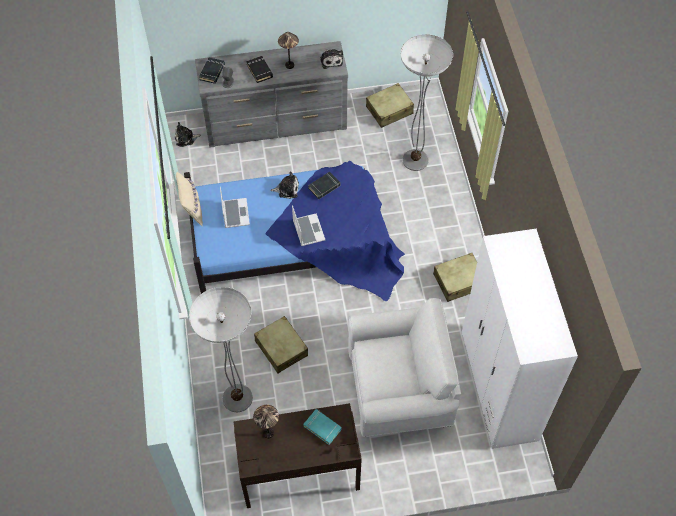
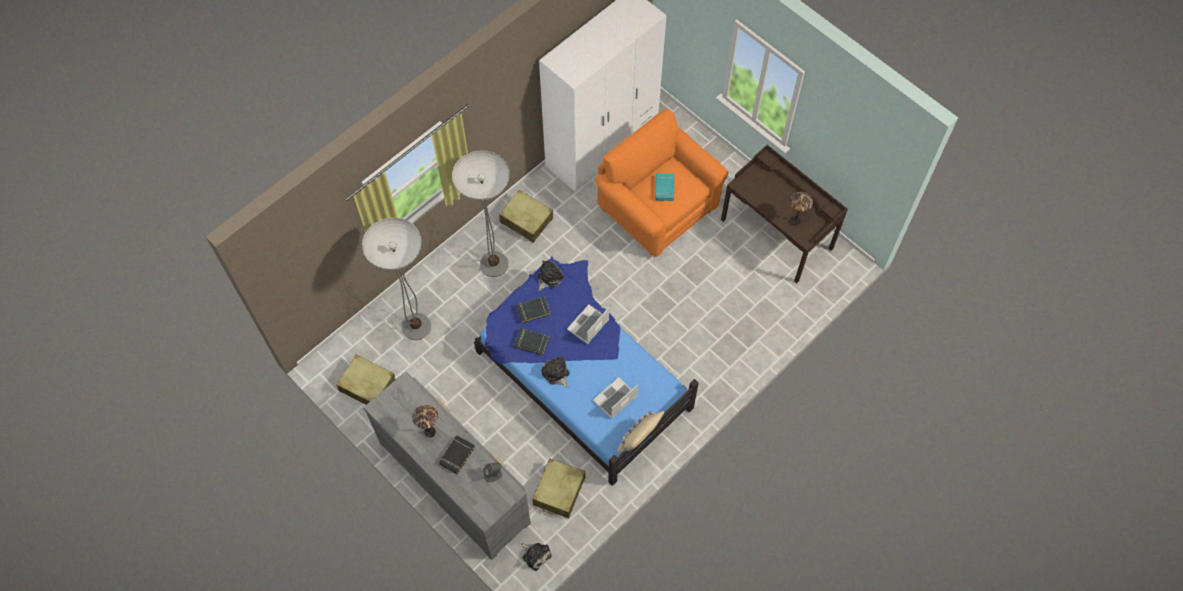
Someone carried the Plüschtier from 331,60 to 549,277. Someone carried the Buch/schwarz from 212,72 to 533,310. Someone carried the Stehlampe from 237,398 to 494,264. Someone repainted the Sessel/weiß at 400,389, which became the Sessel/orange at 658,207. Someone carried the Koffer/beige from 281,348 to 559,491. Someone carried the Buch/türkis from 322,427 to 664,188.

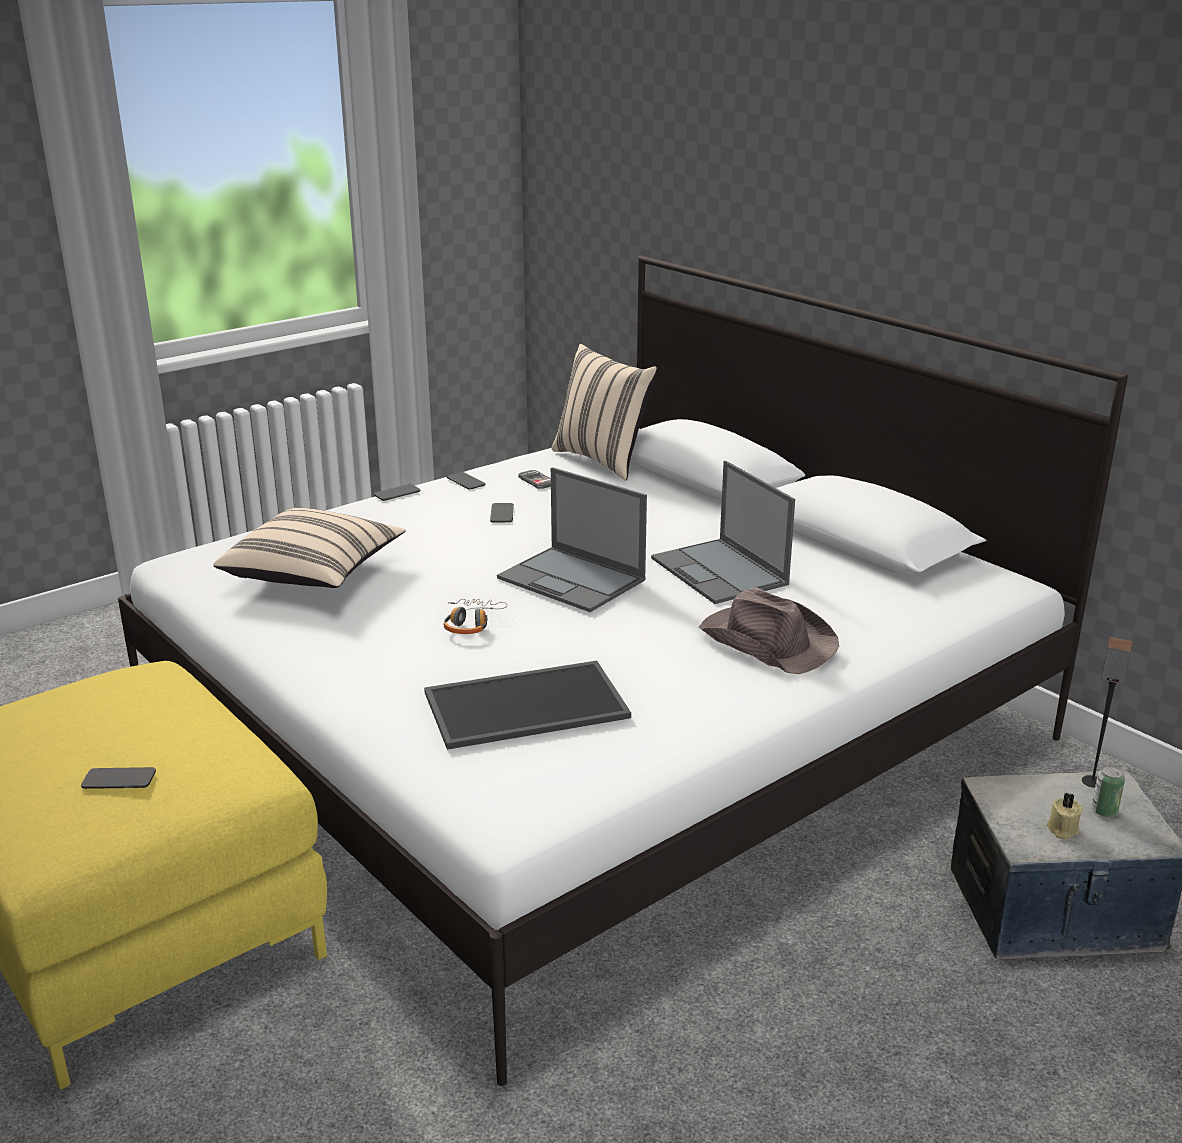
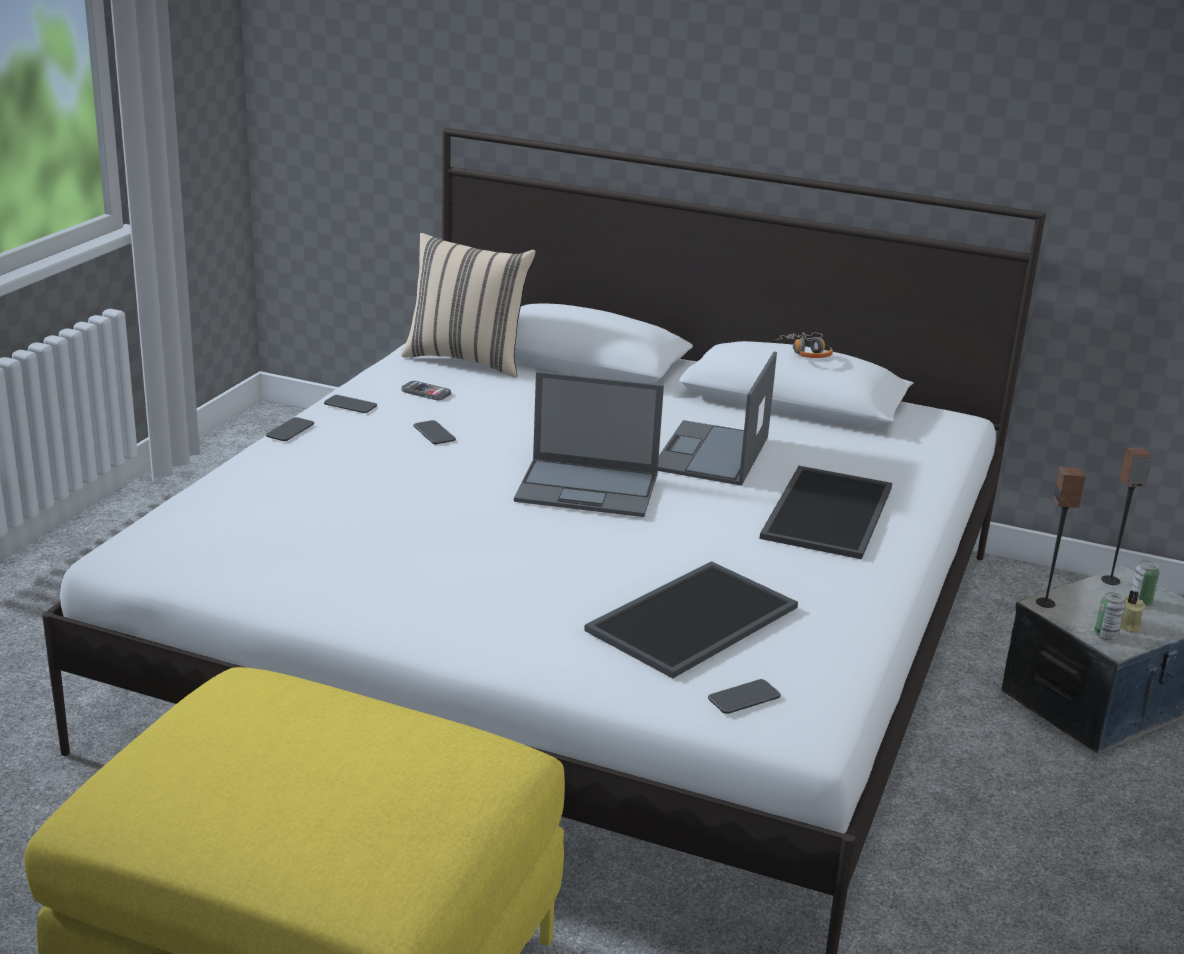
Someone rotated the Laptop at 720,572 by 75 degrees clockwise. Someone took away the Kissen/beige at 314,574. Someone swapped the Hut/braun at 766,641 for the Tablett at 825,511. Someone carried the Kopfhörer from 471,623 to 806,352. Someone carried the Handy from 119,779 to 744,698. Someone put down the Lautsprecher at 1046,603. Someone put down the Dose at 1105,635.

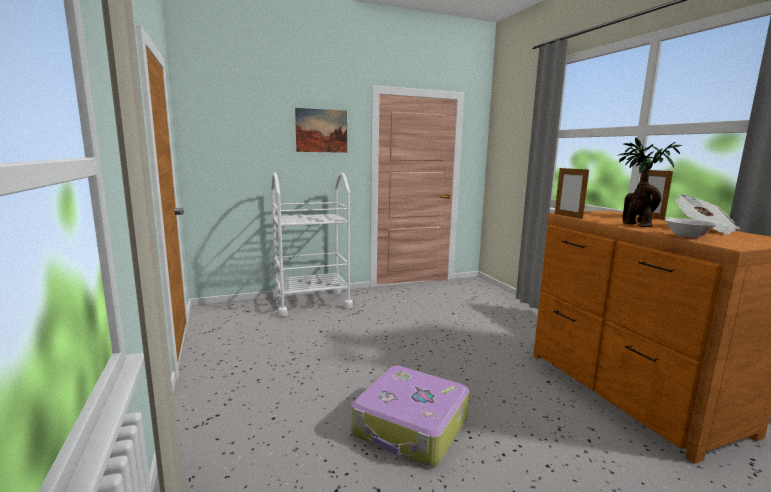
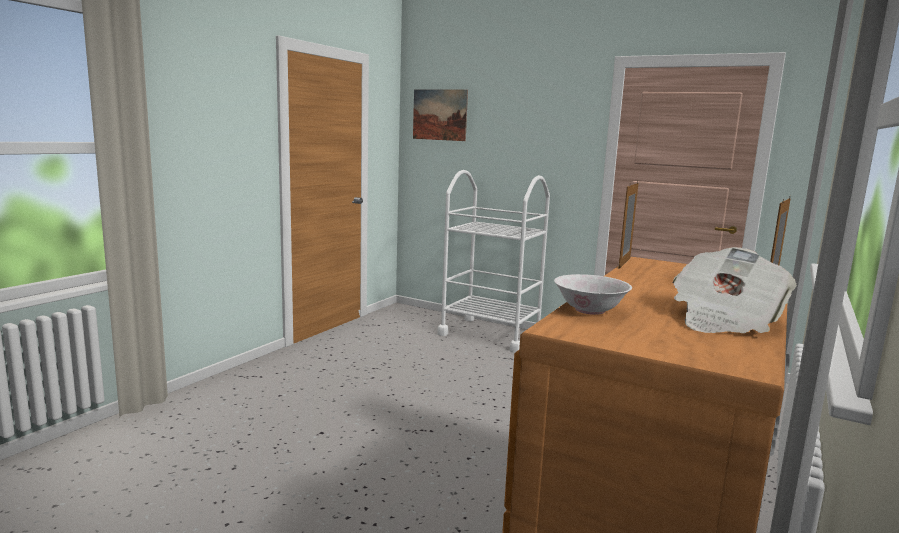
Someone carried the Bild from 321,131 to 439,115. Someone took away the Topfpflanze at 635,225. Someone took away the Koffer at 411,426.

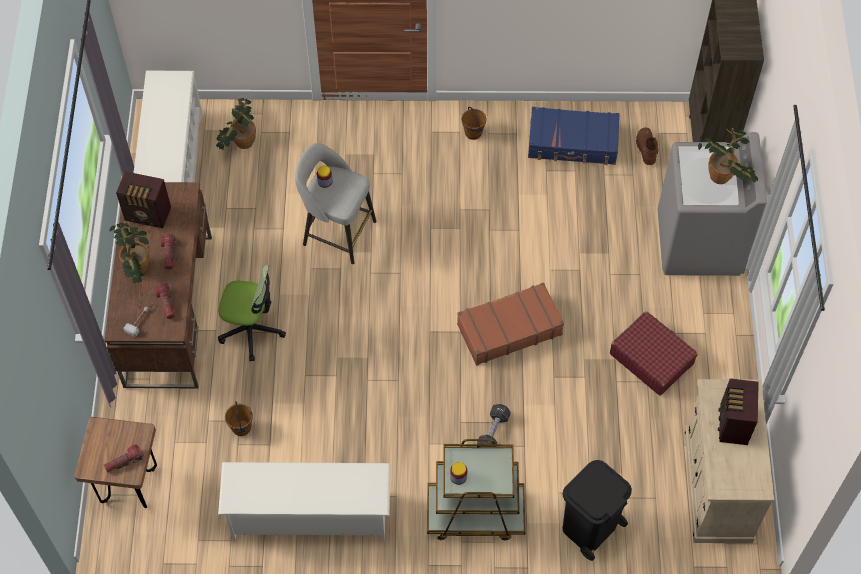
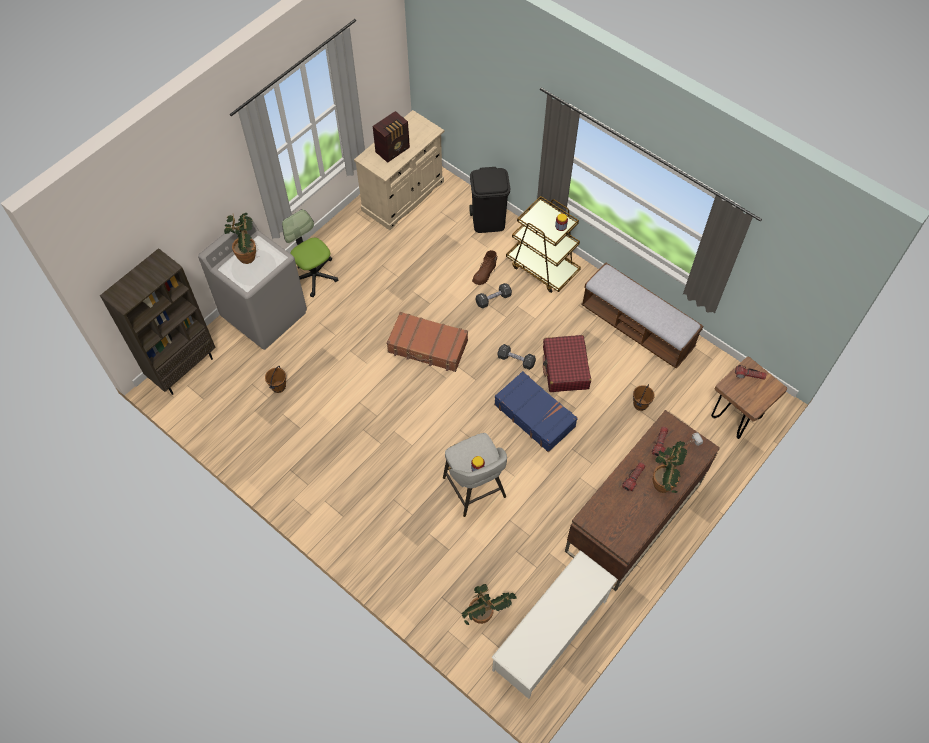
Someone carried the Eimer/braun from 473,133 to 278,386. Someone carried the Koffer/blau from 573,143 to 535,415. Someone carried the Stiefel/braun from 645,149 to 485,274. Someone took away the Radio at 148,215. Someone carried the Bürostuhl from 251,330 to 314,276. Someone carried the Koffer/rot from 651,358 to 565,368. Someone swapped the Schuhregal/weiß at 309,516 for the Bank at 637,328. Someone put down the Hantel/schwarz at 516,360.

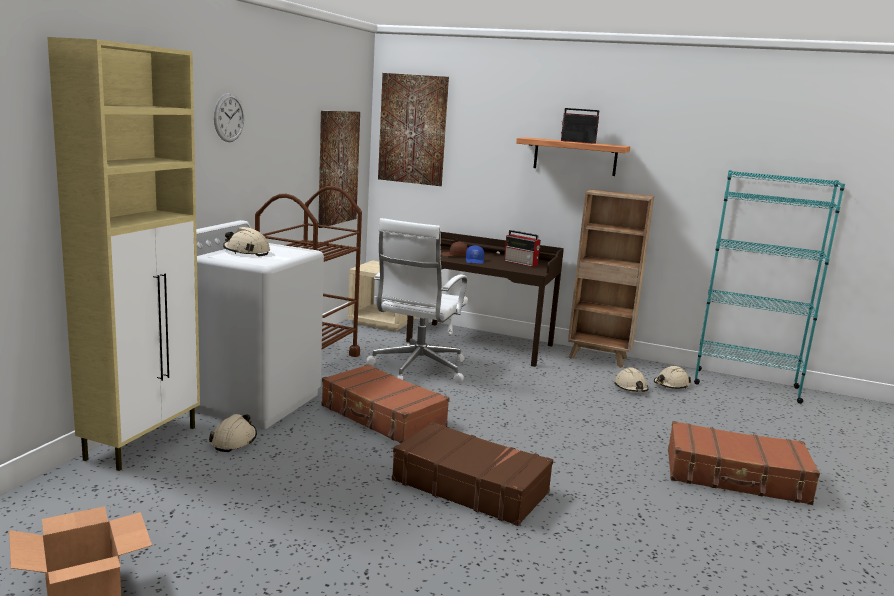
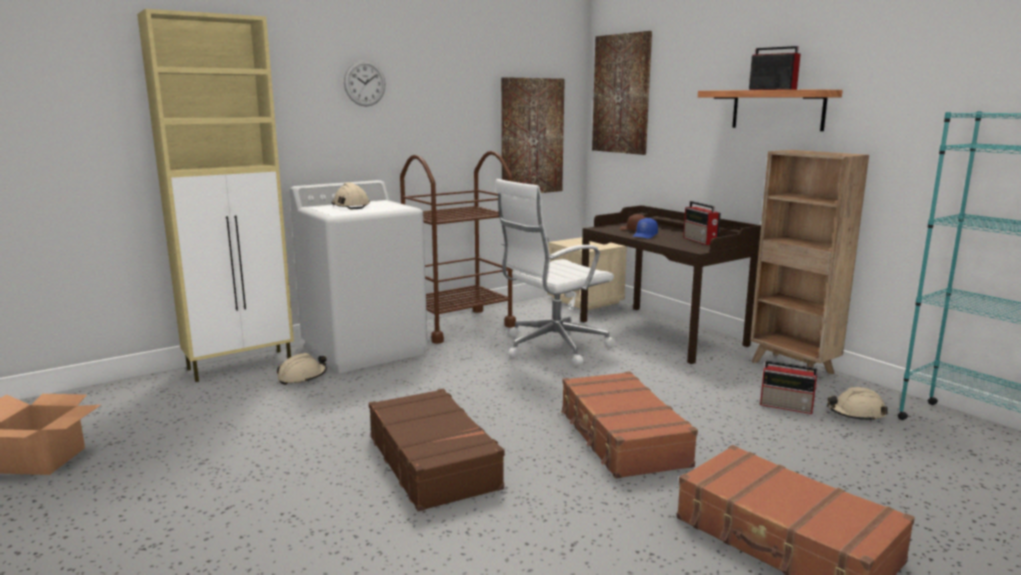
Someone carried the Koffer/braun from 382,416 to 621,438. Someone swapped the Schutzhelm/beige at 631,388 for the Radio at 787,406.

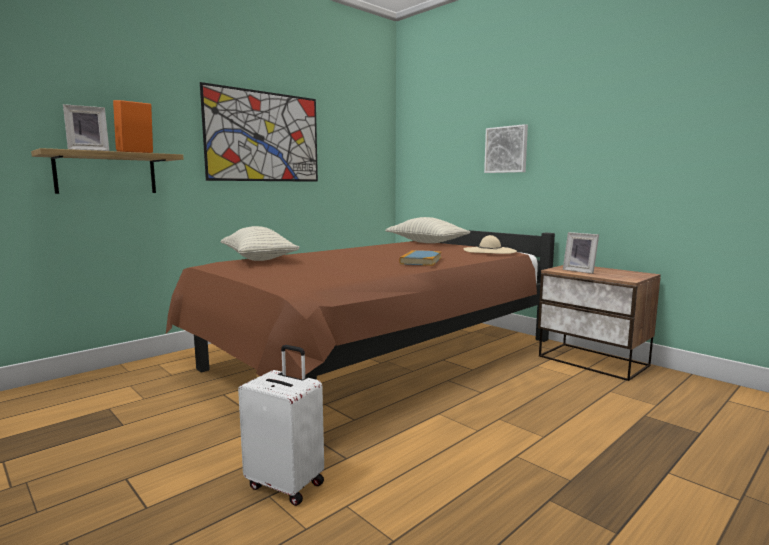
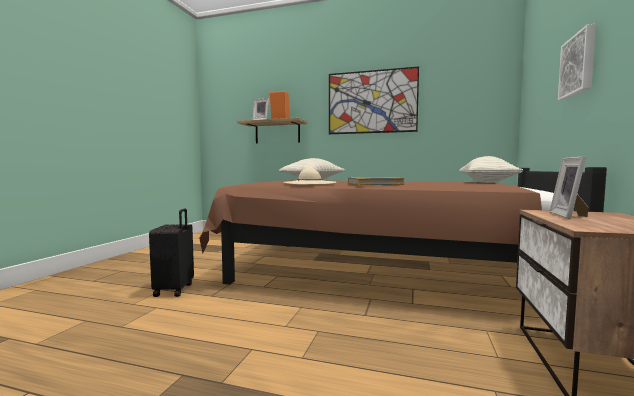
Someone carried the Hut/beige from 489,250 to 309,183. Someone repainted the Koffer/weiß at 286,484, which became the Koffer/schwarz at 175,290.

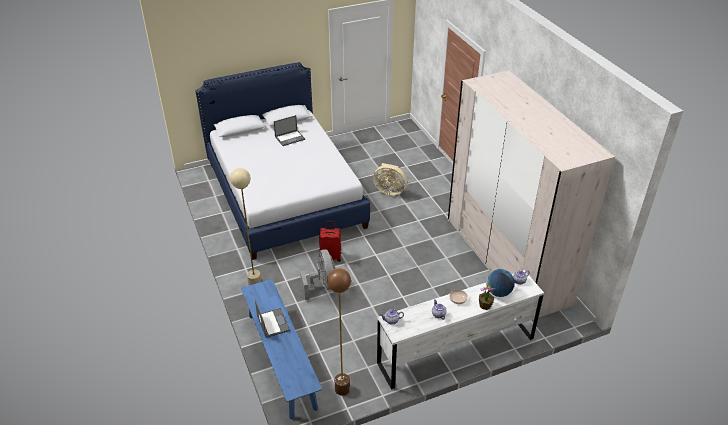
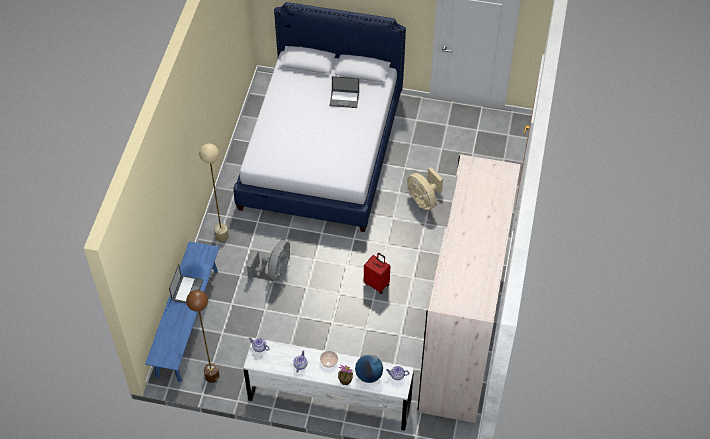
Someone carried the Koffer/rot from 331,256 to 377,284.

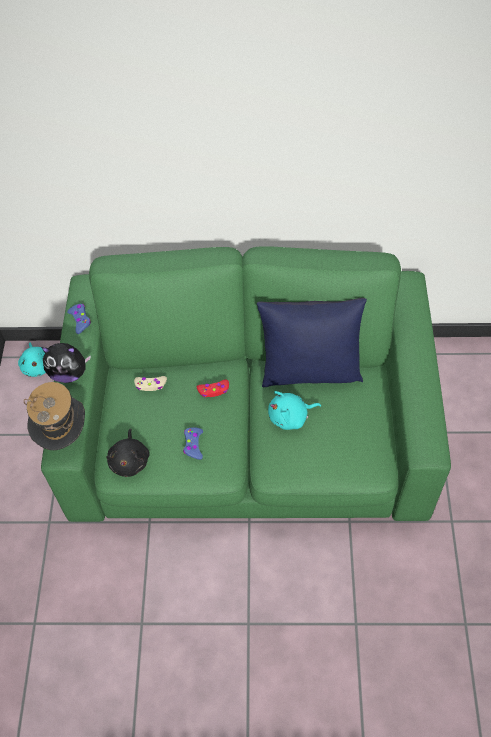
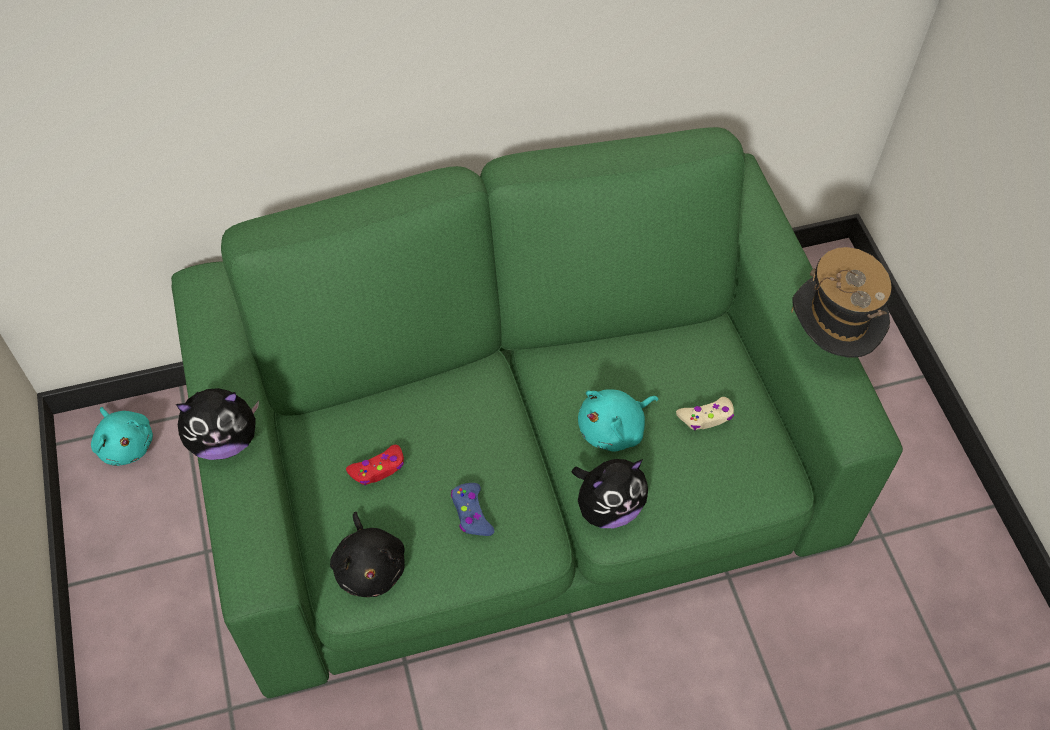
Someone took away the Kissen/blau at 309,371. Someone took away the Gamepad/blau at 80,320. Someone carried the Gamepad/beige from 150,385 to 706,417. Someone carried the Gamepad/rot from 214,390 to 378,469. Someone carried the Hut from 64,436 to 828,343. Someone put down the Plüschtier at 608,507.

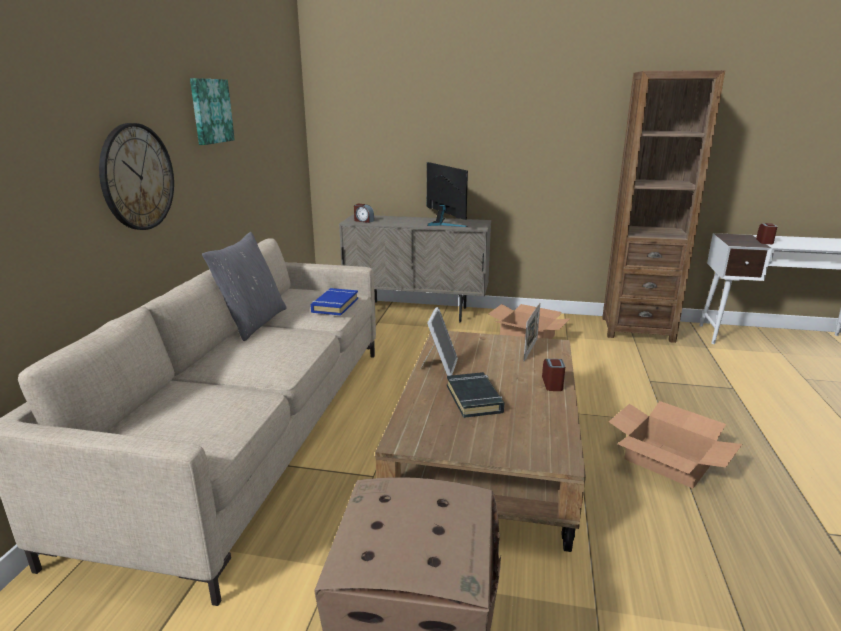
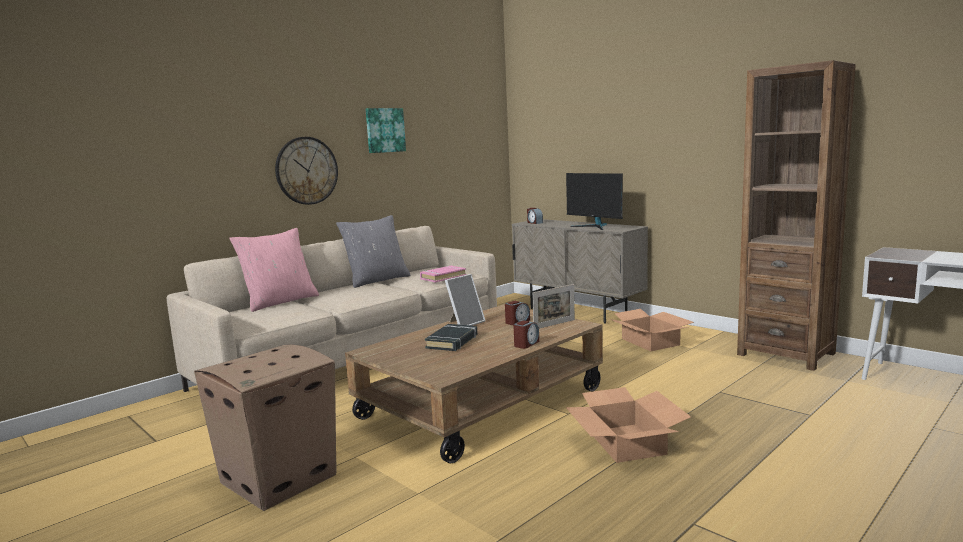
Someone rotated the Monitor at 443,223 by 135 degrees clockwise. Someone carried the Wecker from 765,241 to 517,322. Someone repainted the Buch/blau at 335,305, which became the Buch/rosa at 443,277. Someone put down the Kissen/rosa at 280,302.

